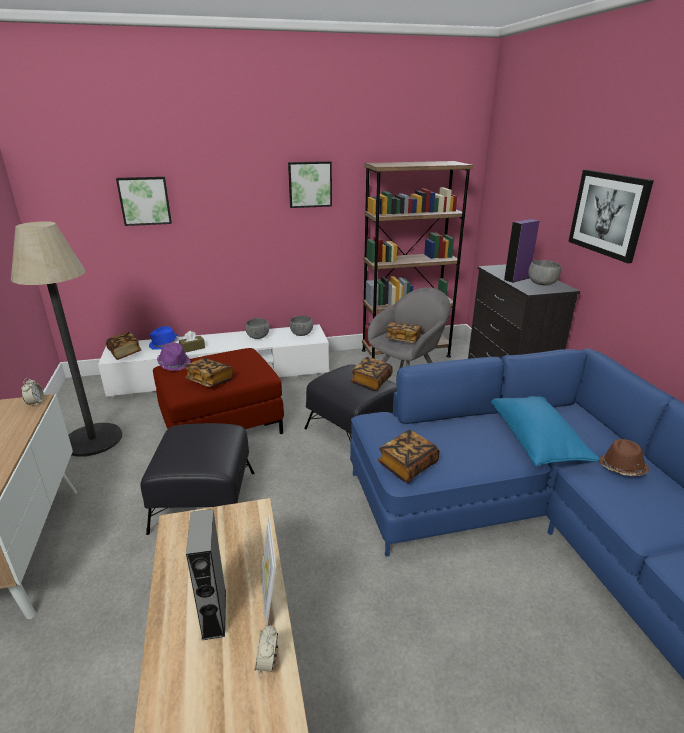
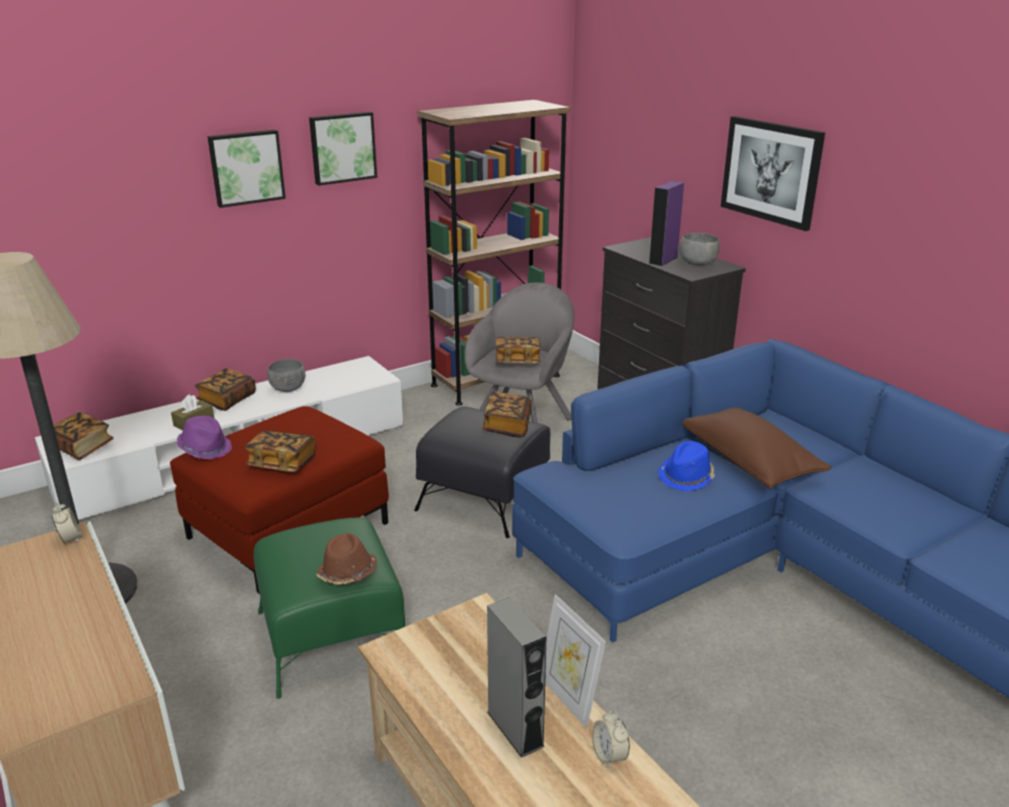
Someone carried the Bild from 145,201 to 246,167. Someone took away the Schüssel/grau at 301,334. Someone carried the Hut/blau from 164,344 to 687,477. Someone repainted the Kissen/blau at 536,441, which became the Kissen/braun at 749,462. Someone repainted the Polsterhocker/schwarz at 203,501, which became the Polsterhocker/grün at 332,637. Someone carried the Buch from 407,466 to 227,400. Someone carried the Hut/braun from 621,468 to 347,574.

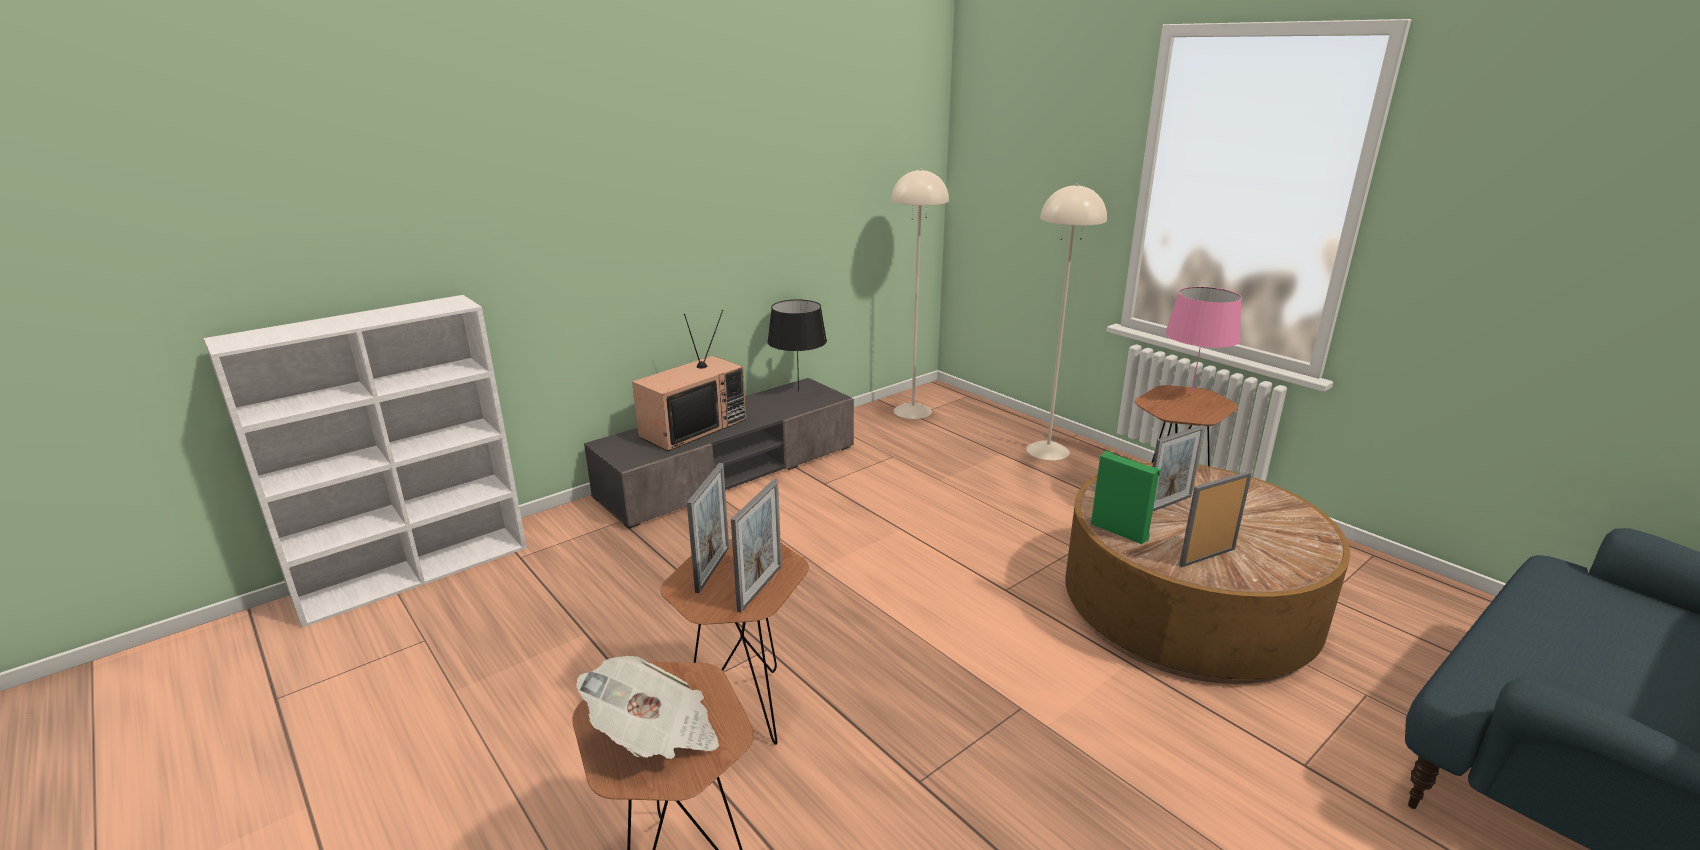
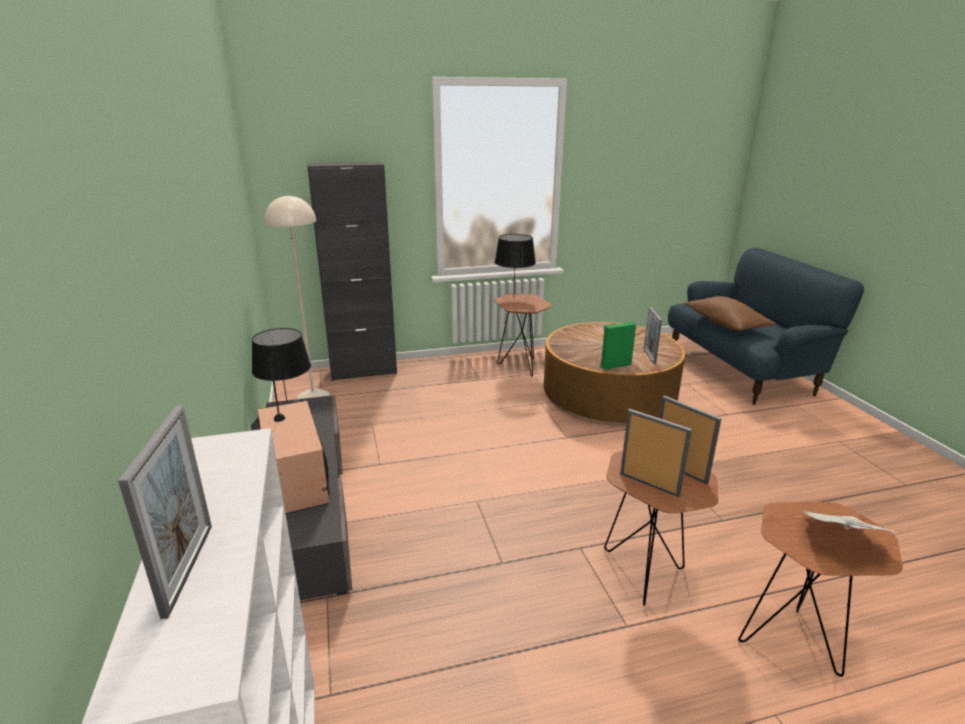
Someone took away the Stehlampe/beige at 1048,450. Someone repainted the Tischlampe/rosa at 1191,394, which became the Tischlampe/schwarz at 513,298. Someone carried the Bilderrahmen from 1168,504 to 188,568. Someone put down the Schrank/schwarz at 363,371. Someone put down the Kissen/braun at 726,324.

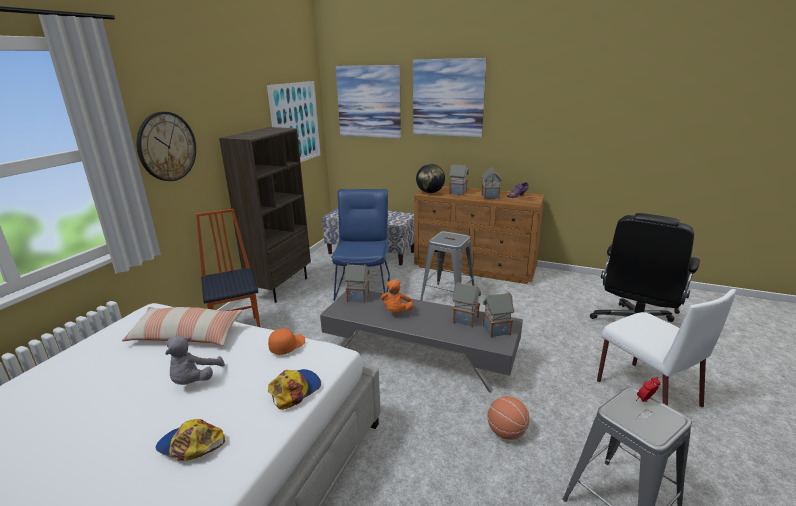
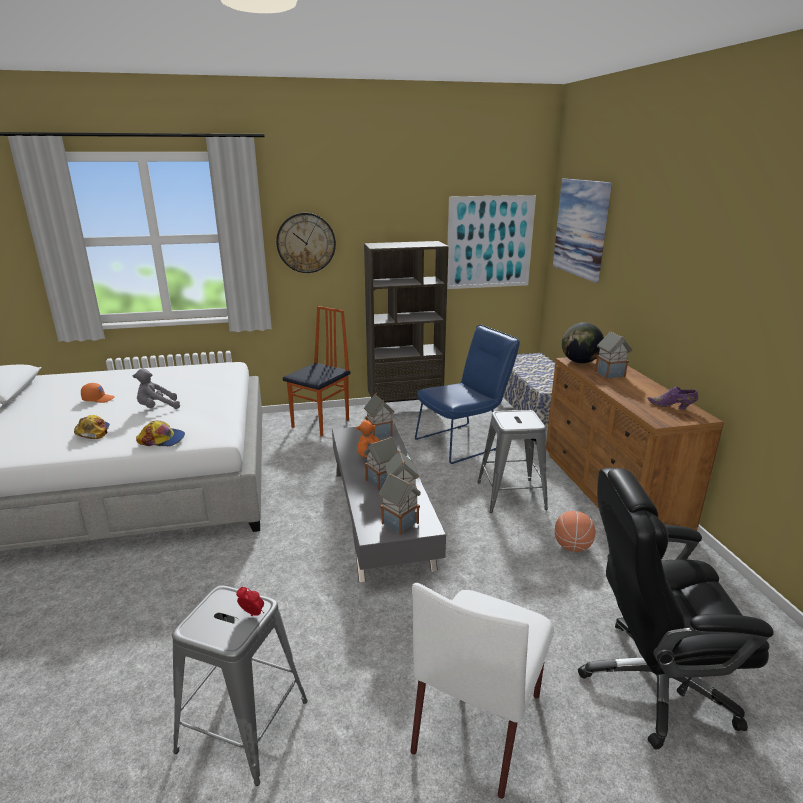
Someone took away the Bild at 448,98. Someone carried the Spielzeughaus from 490,197 to 382,481. Someone took away the Kissen at 186,335. Someone carried the Kappe/orange from 287,346 to 98,399. Someone carried the Basketball from 507,432 to 572,547.

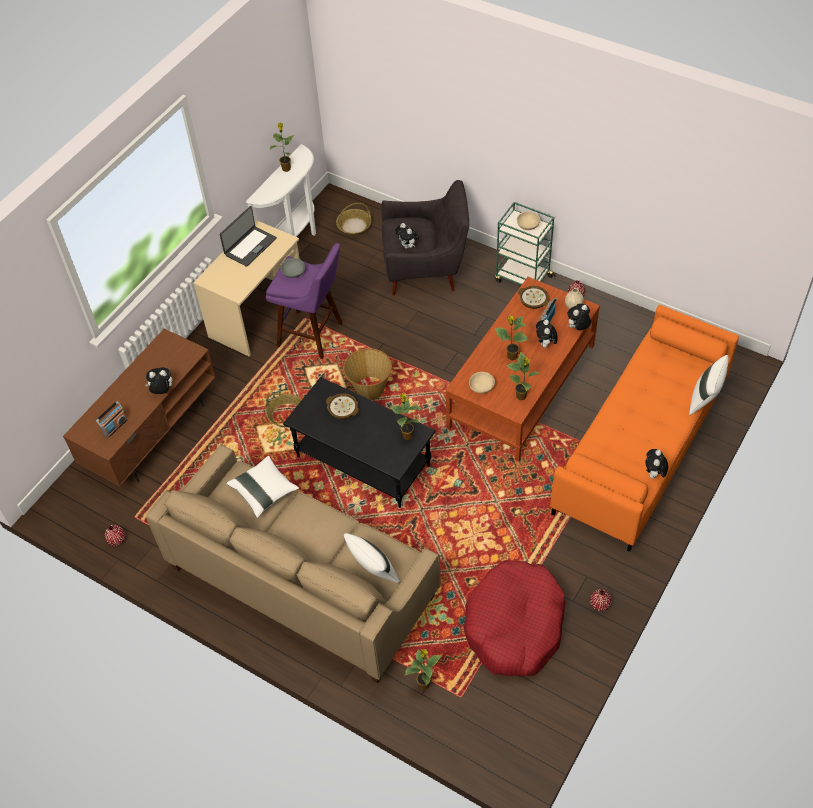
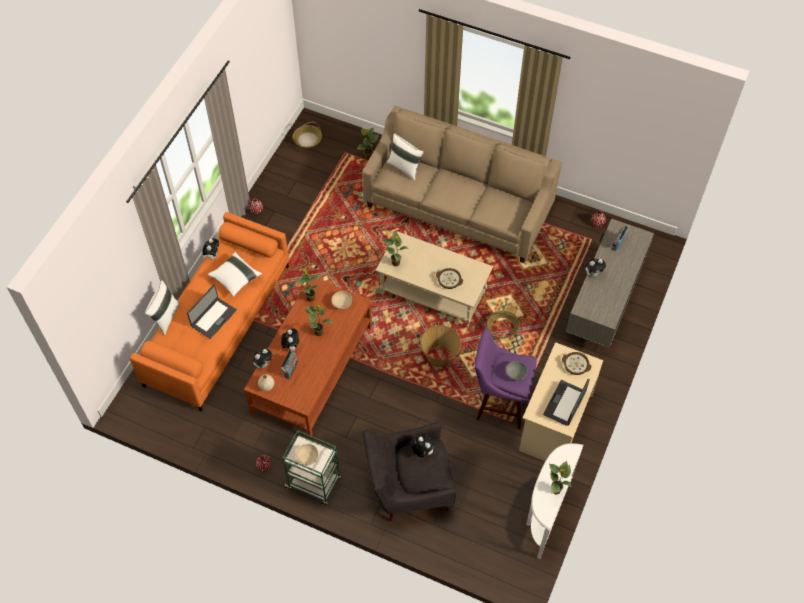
Someone carried the Korb from 354,226 to 307,140. Someone carried the Schüssel from 533,300 to 575,365. Someone repainted the Fernsehschrank/braun at 153,433, which became the Fernsehschrank/grau at 604,303. Someone repainted the Couchtisch/schwarz at 362,462, which became the Couchtisch/beige at 433,294. Someone carried the Kissen/weiß from 264,492 to 235,278. Someone took away the Hundebett/rot at 514,625. Someone put down the Laptop at 213,318.

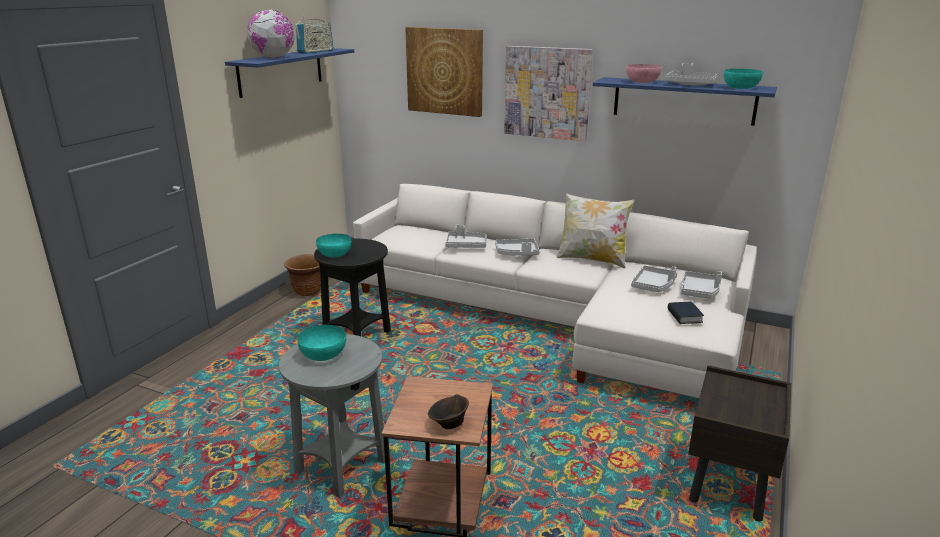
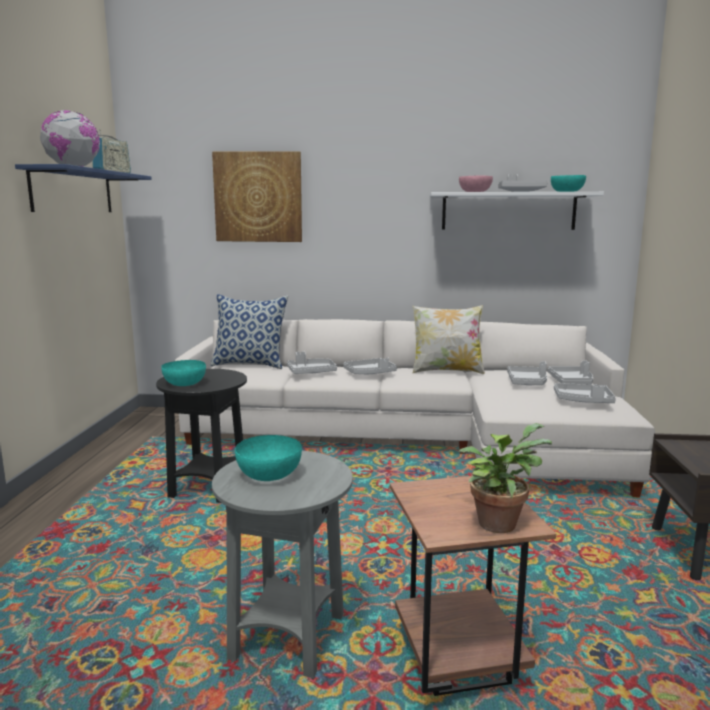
Someone took away the Bild at 547,92. Someone repainted the Wandregal/blau at 683,101, which became the Wandregal/weiß at 508,211. Someone took away the Pflanzkübel/braun at 308,291. Someone swapped the Buch at 684,316 for the Tablett/grau at 583,401. Someone swapped the Schüssel/braun at 449,424 for the Topfpflanze at 498,521. Someone put down the Kissen at 250,364.

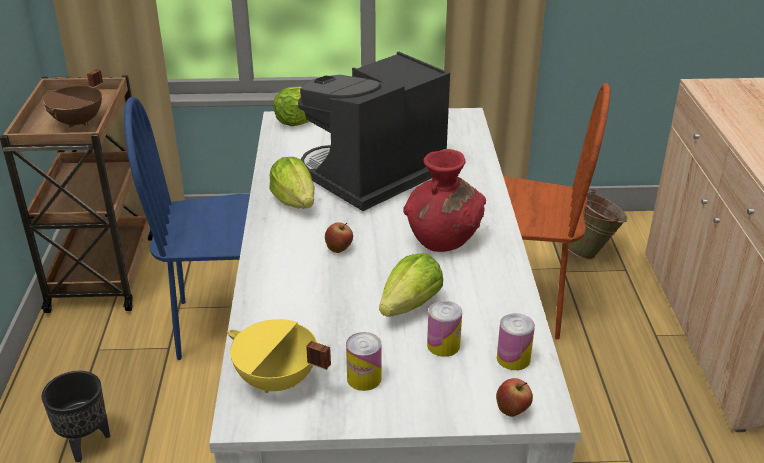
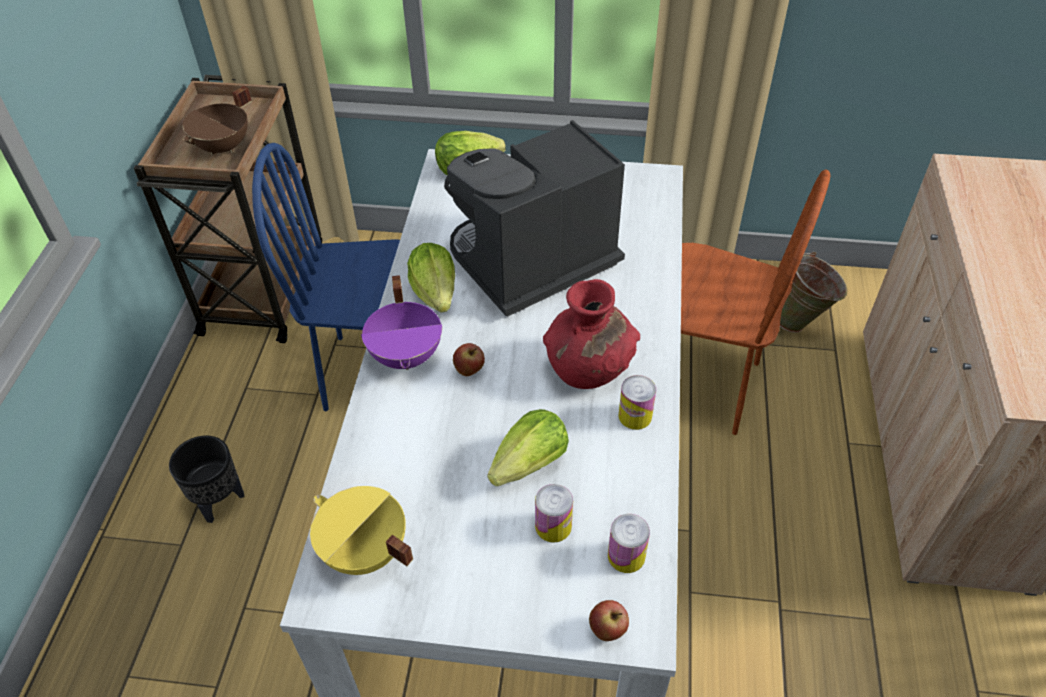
Someone carried the Dose from 364,378 to 635,416. Someone put down the Kochtopf/lila at 407,355.

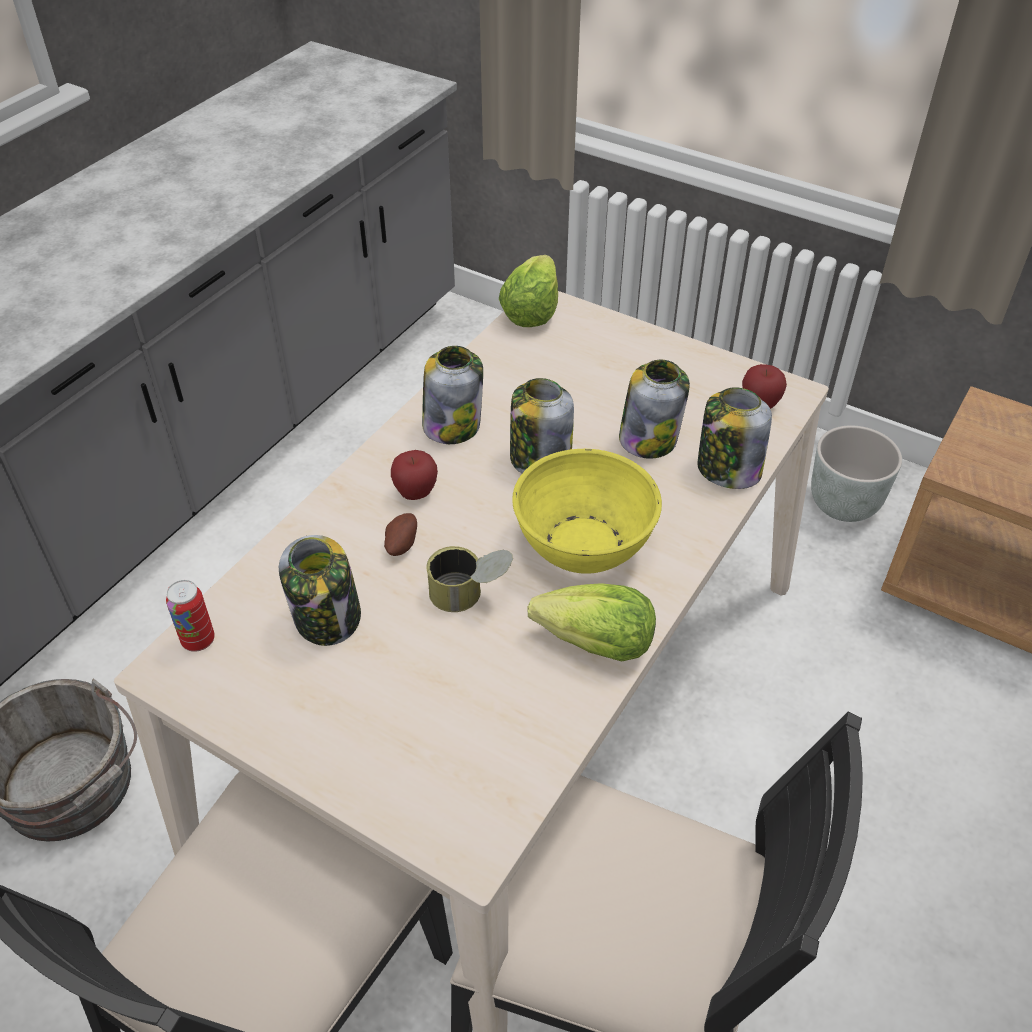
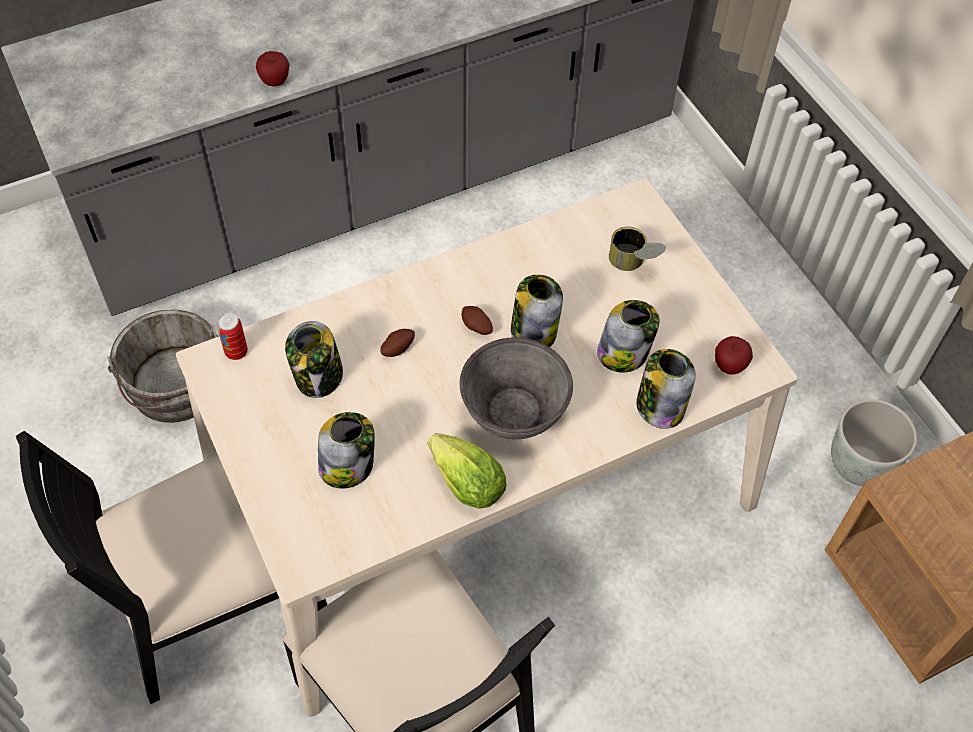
Someone took away the Salatkopf at 531,312. Someone carried the Vorratsglas from 452,425 to 347,466. Someone repainted the Schüssel/gelb at 584,544, which became the Schüssel/grau at 514,410. Someone carried the Apfel from 415,493 to 275,82. Someone carried the Dose from 470,596 to 633,264. Someone put down the Kartoffel at 476,327.

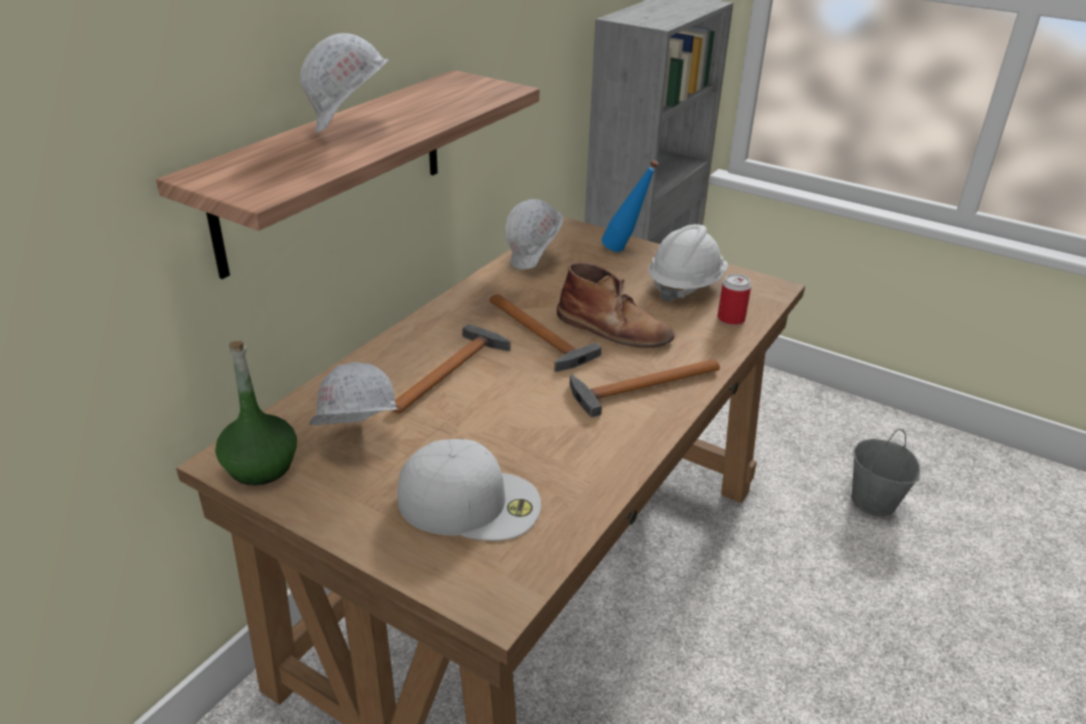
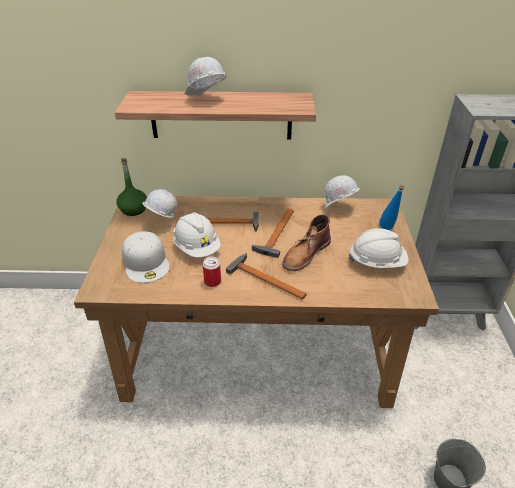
Someone rotated the Stiefel/braun at 614,329 by 45 degrees clockwise. Someone carried the Dose from 731,319 to 212,282. Someone put down the Schutzhelm/weiß at 197,248.

